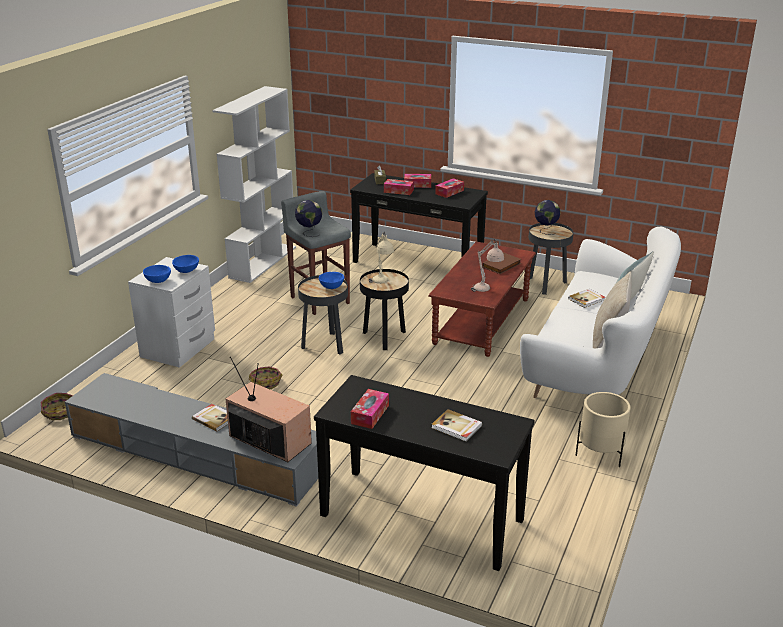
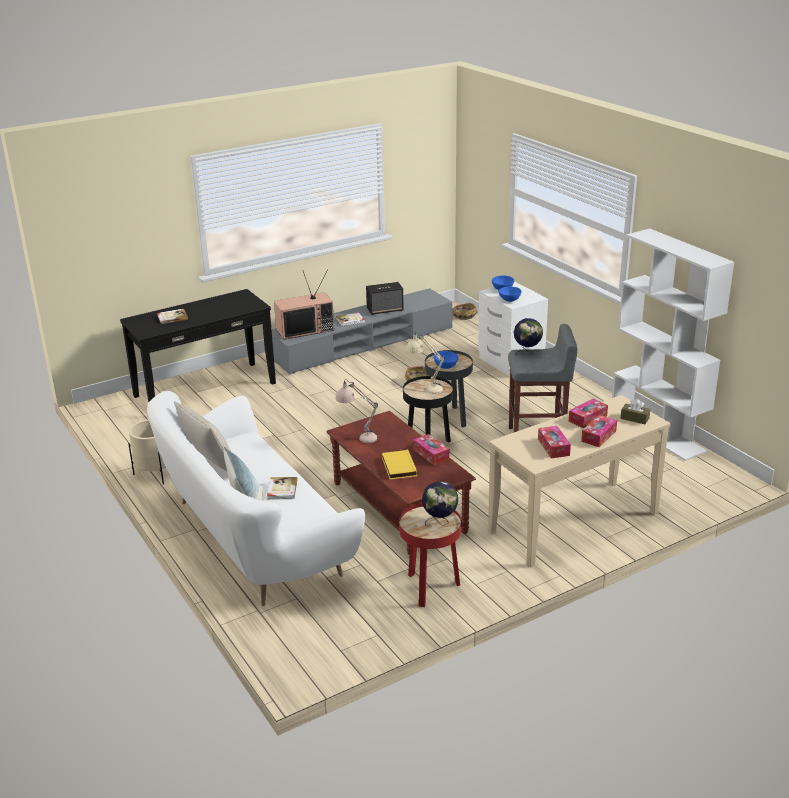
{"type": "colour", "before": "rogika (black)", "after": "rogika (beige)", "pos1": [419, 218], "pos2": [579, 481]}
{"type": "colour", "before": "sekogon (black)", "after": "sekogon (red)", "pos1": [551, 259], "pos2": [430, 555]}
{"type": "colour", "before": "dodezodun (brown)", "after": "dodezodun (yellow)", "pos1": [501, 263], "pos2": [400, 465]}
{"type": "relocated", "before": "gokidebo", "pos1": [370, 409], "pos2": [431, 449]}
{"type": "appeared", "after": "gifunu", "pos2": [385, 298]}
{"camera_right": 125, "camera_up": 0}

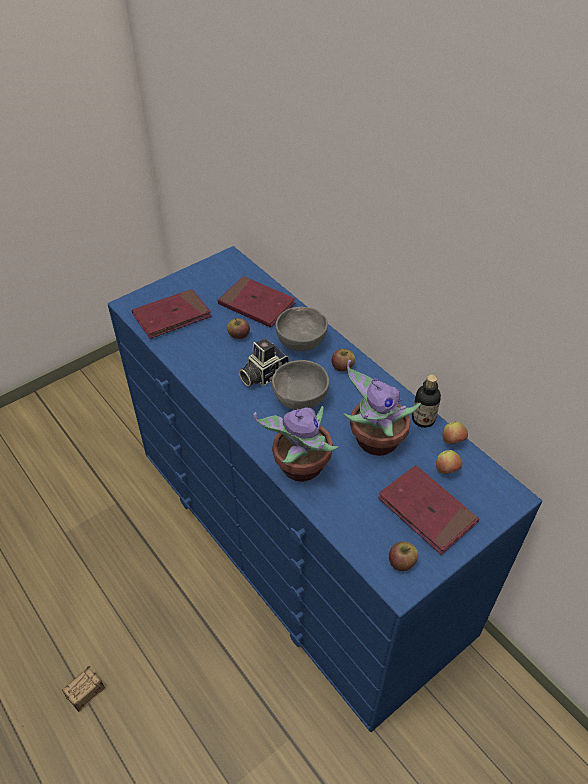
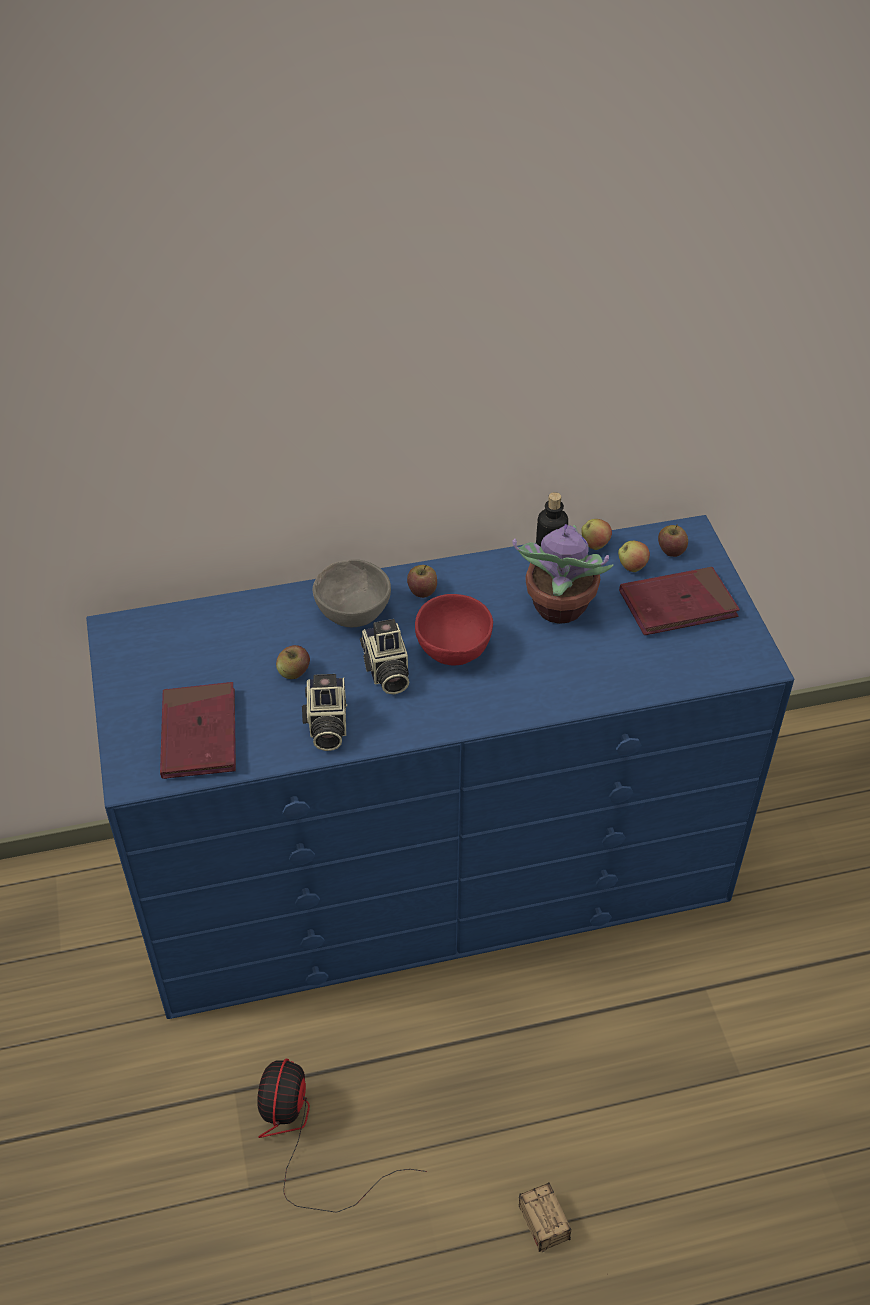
{"type": "missing", "before": "dodezodun (red)", "pos1": [257, 302]}
{"type": "colour", "before": "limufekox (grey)", "after": "limufekox (red)", "pos1": [300, 385], "pos2": [454, 629]}
{"type": "missing", "before": "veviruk", "pos1": [295, 444]}
{"type": "relocated", "before": "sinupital", "pos1": [403, 556], "pos2": [673, 541]}
{"type": "appeared", "after": "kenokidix", "pos2": [324, 712]}
{"type": "appeared", "after": "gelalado", "pos2": [342, 1135]}
{"camera_right": -65, "camera_up": 0}

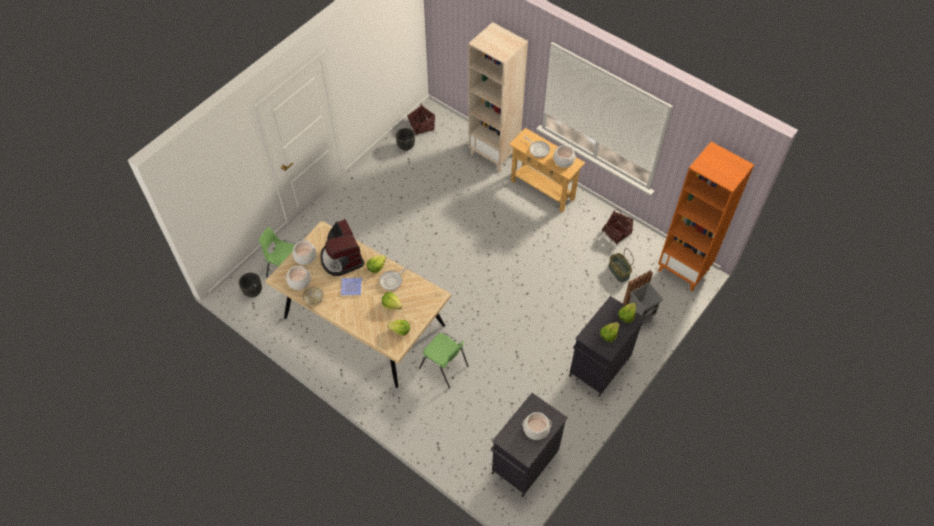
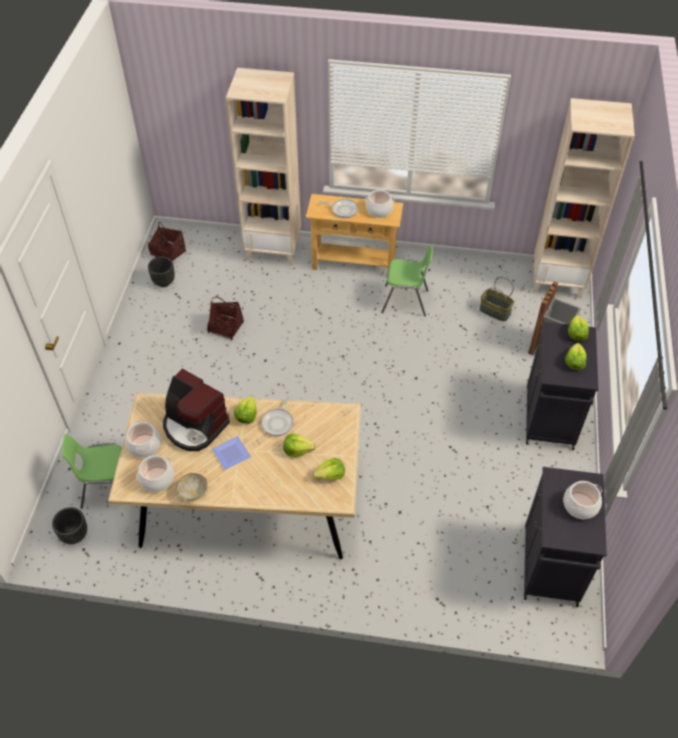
{"type": "colour", "before": "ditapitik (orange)", "after": "ditapitik (beige)", "pos1": [706, 217], "pos2": [583, 198]}
{"type": "relocated", "before": "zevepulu", "pos1": [617, 226], "pos2": [225, 318]}
{"type": "relocated", "before": "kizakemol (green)", "pos1": [444, 361], "pos2": [407, 280]}
{"camera_right": -30, "camera_up": -5}

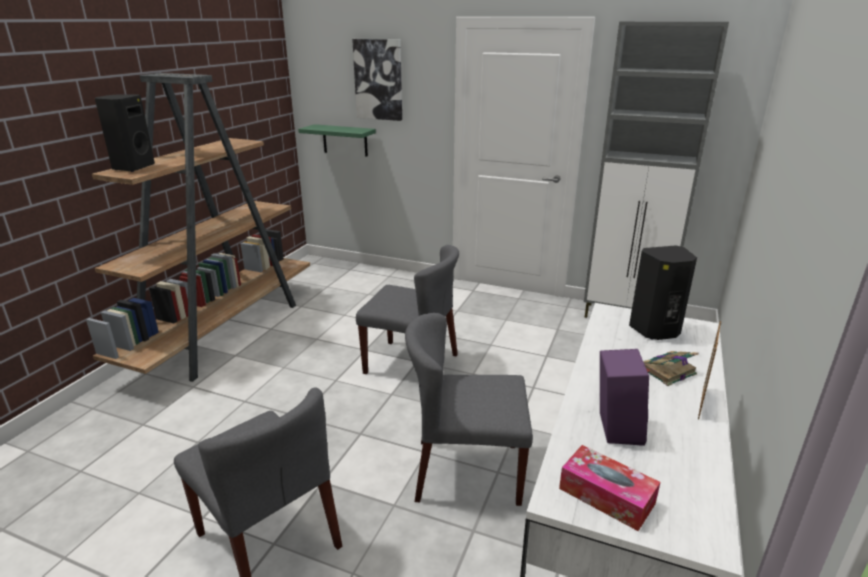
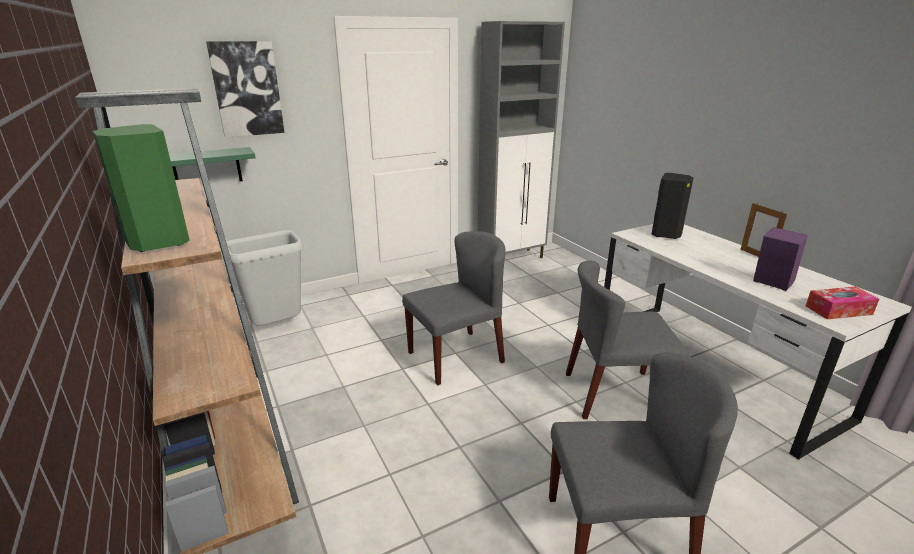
{"type": "colour", "before": "gifunu (black)", "after": "gifunu (green)", "pos1": [125, 133], "pos2": [141, 188]}
{"type": "spun", "before": "kizakemol (grey)", "pos1": [469, 409], "pos2": [627, 339], "turn": 45}
{"type": "missing", "before": "dodezodun", "pos1": [671, 368]}
{"type": "appeared", "after": "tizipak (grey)", "pos2": [265, 278]}
{"camera_right": -50, "camera_up": 0}

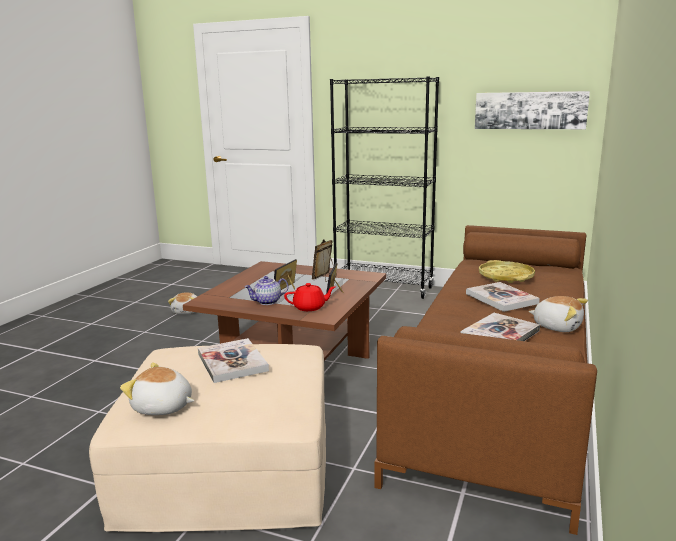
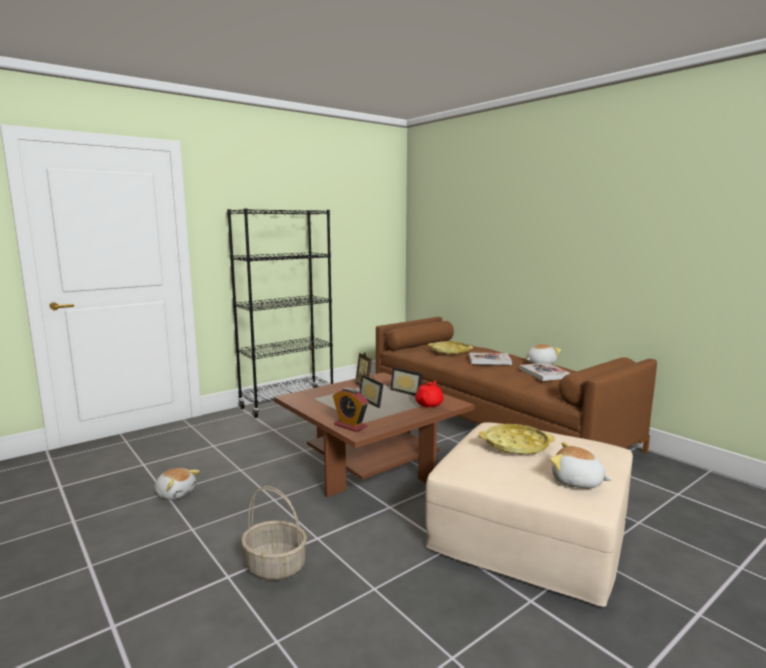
{"type": "missing", "before": "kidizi", "pos1": [532, 110]}
{"type": "missing", "before": "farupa", "pos1": [266, 290]}
{"type": "exchanged", "before": "dodezodun", "after": "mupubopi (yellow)", "pos1": [233, 360], "pos2": [516, 439]}
{"type": "spun", "before": "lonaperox", "pos1": [157, 389], "pos2": [581, 465], "turn": 75}
{"type": "appeared", "after": "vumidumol", "pos2": [350, 410]}
{"type": "appeared", "after": "zevepulu", "pos2": [274, 533]}
{"camera_right": -60, "camera_up": -5}

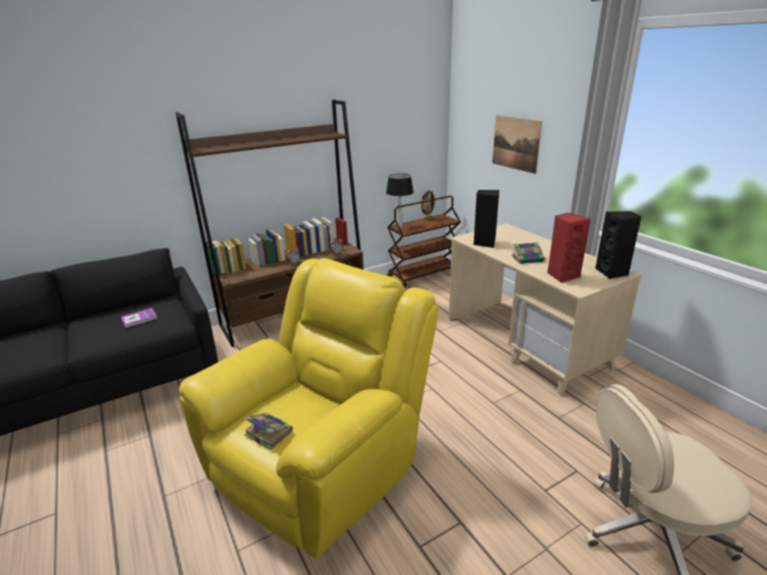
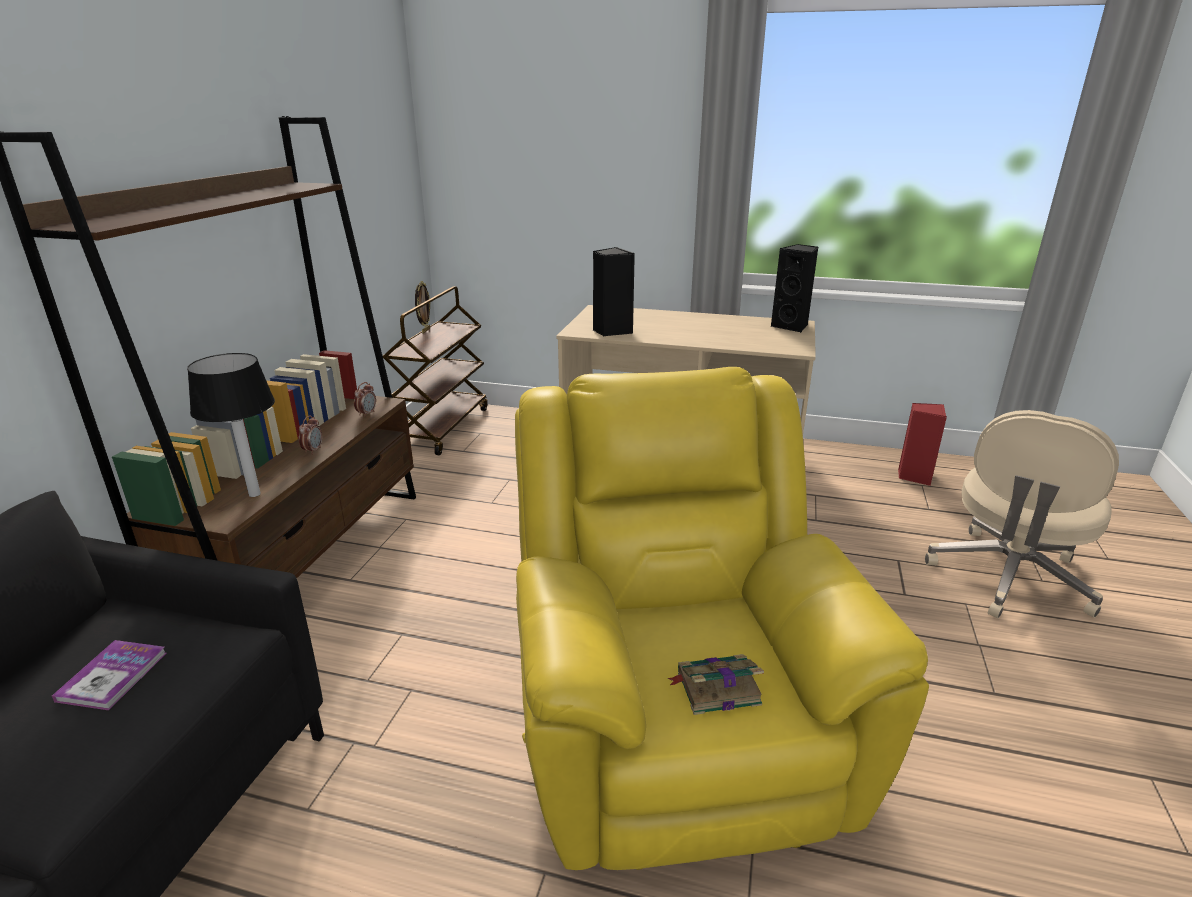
{"type": "missing", "before": "kidizi", "pos1": [517, 144]}
{"type": "relocated", "before": "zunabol", "pos1": [400, 200], "pos2": [231, 425]}
{"type": "relocated", "before": "gifunu (red)", "pos1": [568, 248], "pos2": [922, 444]}
{"type": "missing", "before": "dodezodun", "pos1": [529, 253]}
{"camera_right": -45, "camera_up": 0}

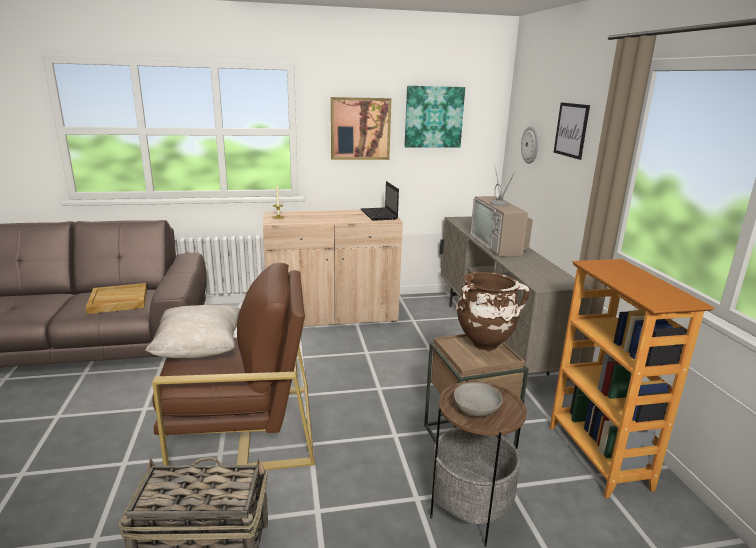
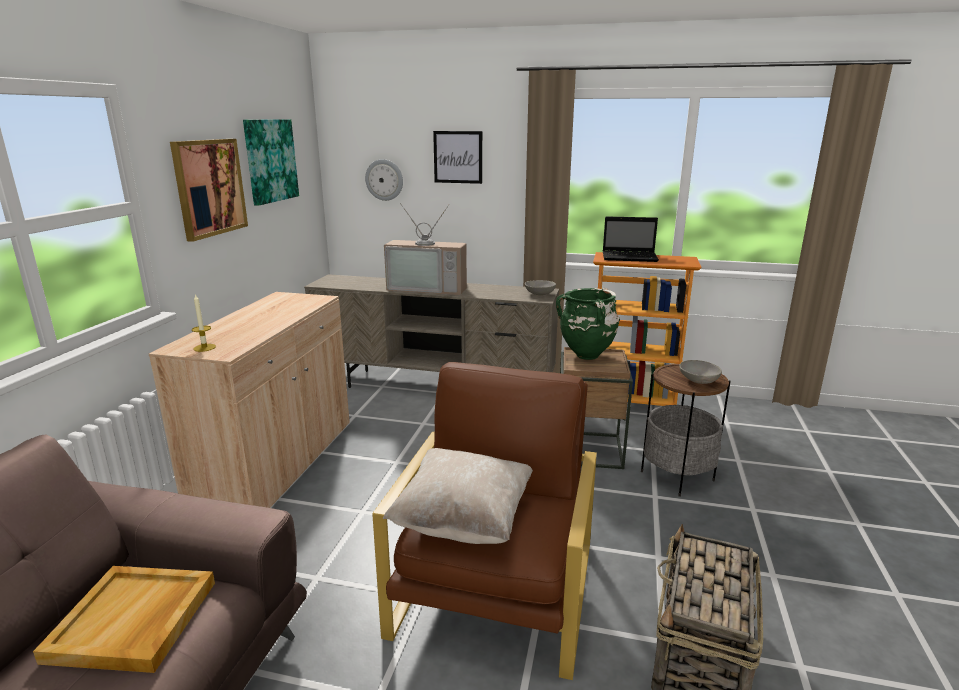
{"type": "relocated", "before": "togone", "pos1": [380, 201], "pos2": [631, 239]}
{"type": "colour", "before": "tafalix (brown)", "after": "tafalix (green)", "pos1": [492, 311], "pos2": [588, 324]}
{"type": "appeared", "after": "limufekox (grey)", "pos2": [540, 287]}
{"camera_right": -65, "camera_up": 0}

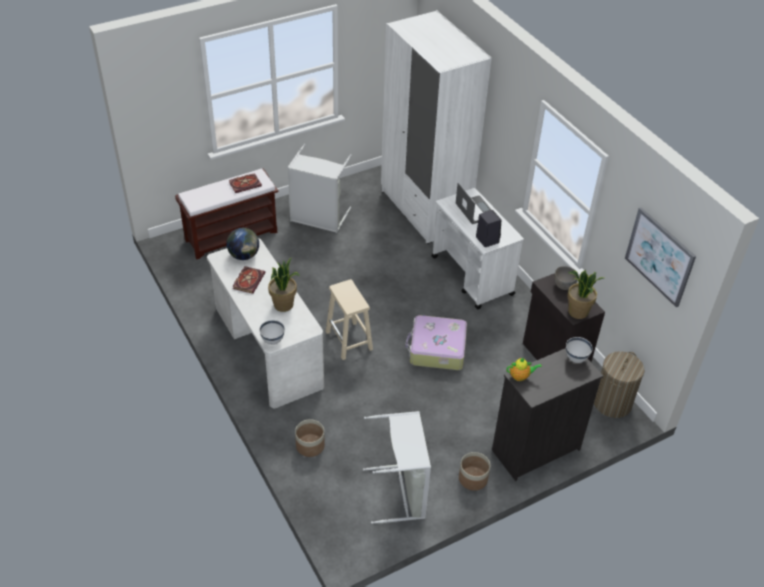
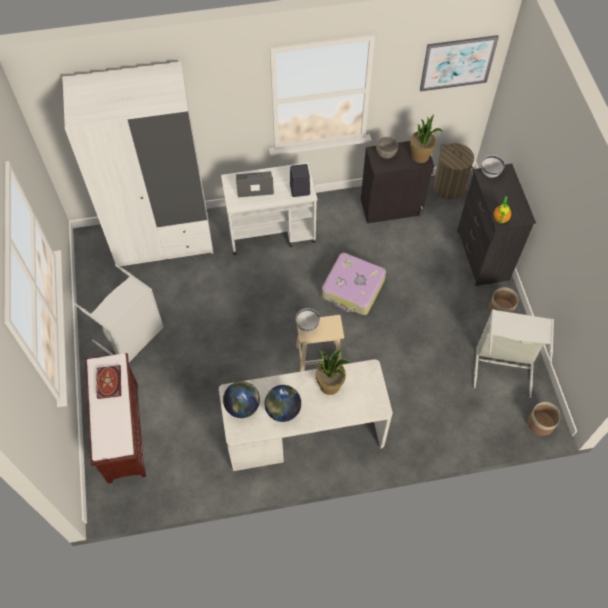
{"type": "exchanged", "before": "dodezodun", "after": "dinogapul", "pos1": [248, 280], "pos2": [282, 403]}
{"type": "relocated", "before": "limufekox (white)", "pos1": [272, 332], "pos2": [308, 320]}
{"type": "relocated", "before": "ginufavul", "pos1": [310, 438], "pos2": [544, 419]}
{"camera_right": -70, "camera_up": 15}

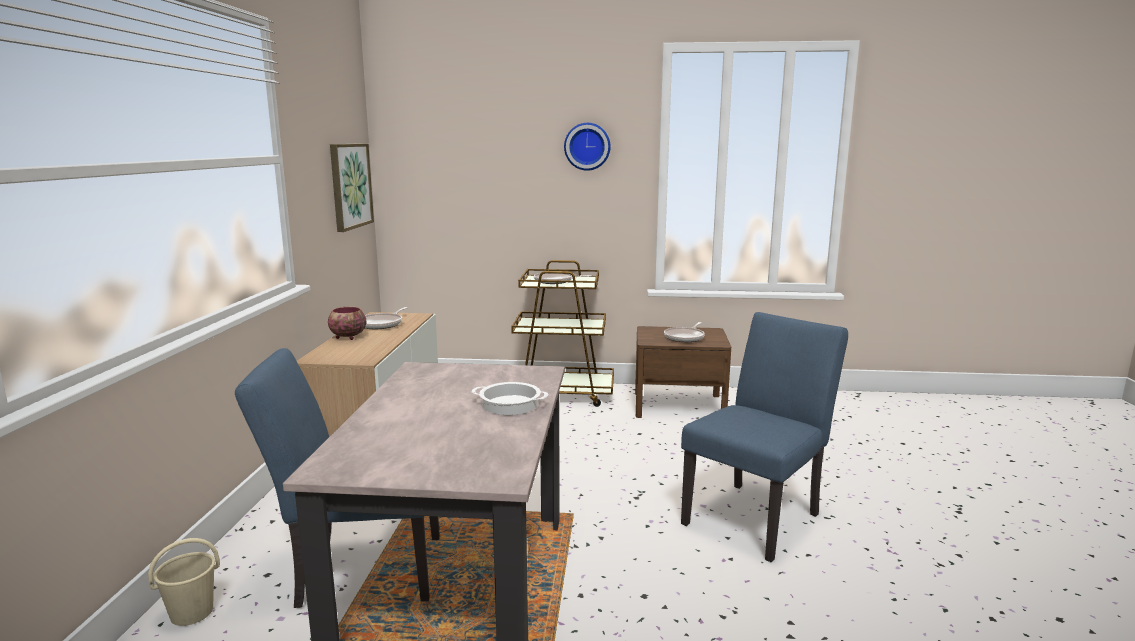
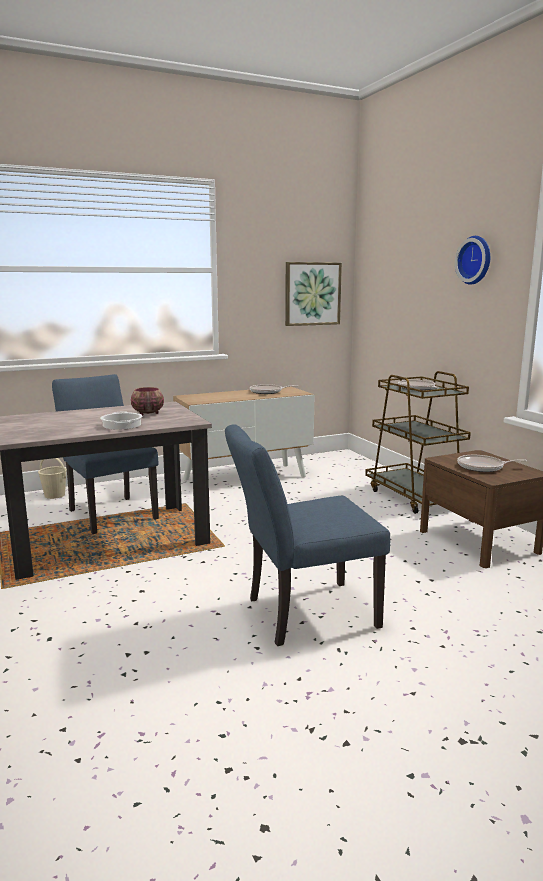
{"type": "relocated", "before": "limufekox", "pos1": [347, 323], "pos2": [147, 401]}
{"type": "spun", "before": "kizakemol (blue)", "pos1": [764, 437], "pos2": [307, 535], "turn": 150}
{"camera_right": 60, "camera_up": 0}

